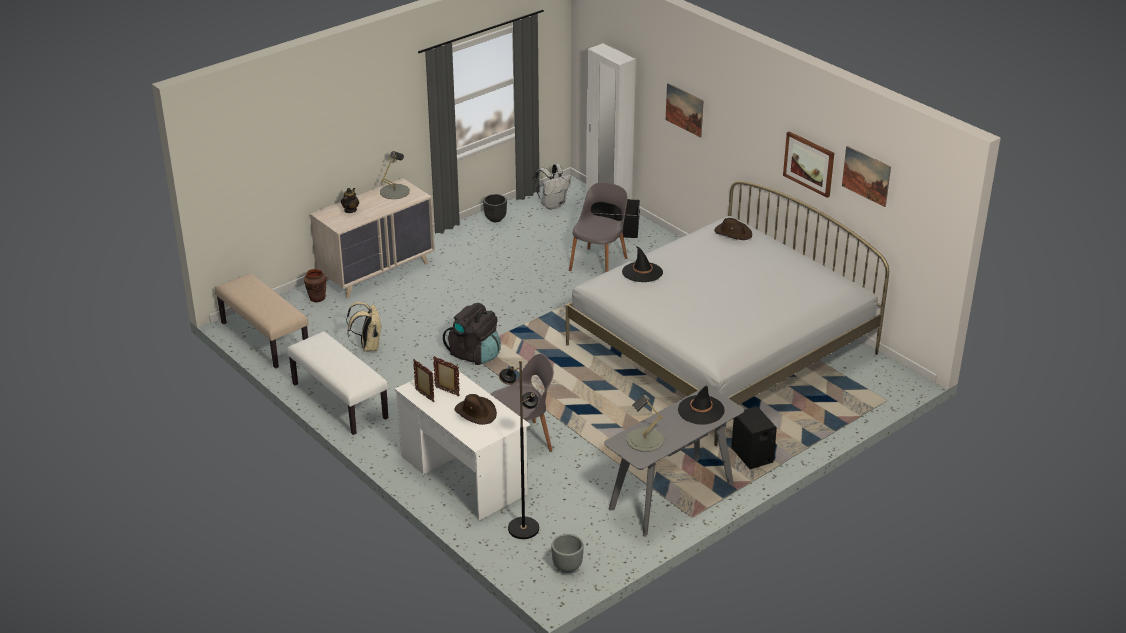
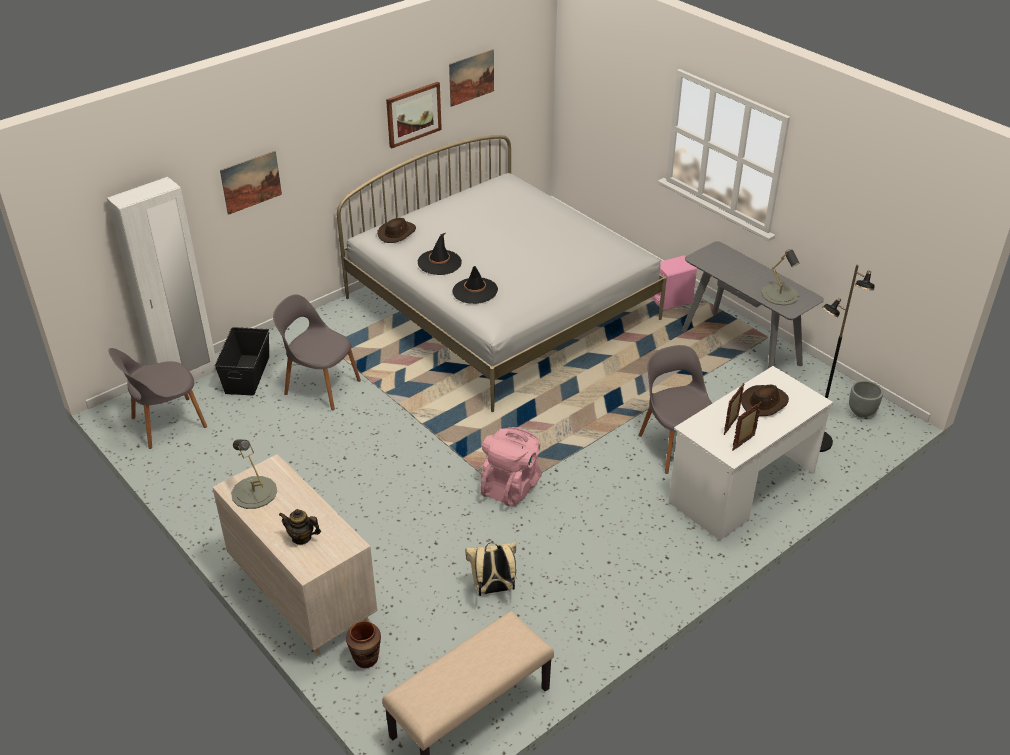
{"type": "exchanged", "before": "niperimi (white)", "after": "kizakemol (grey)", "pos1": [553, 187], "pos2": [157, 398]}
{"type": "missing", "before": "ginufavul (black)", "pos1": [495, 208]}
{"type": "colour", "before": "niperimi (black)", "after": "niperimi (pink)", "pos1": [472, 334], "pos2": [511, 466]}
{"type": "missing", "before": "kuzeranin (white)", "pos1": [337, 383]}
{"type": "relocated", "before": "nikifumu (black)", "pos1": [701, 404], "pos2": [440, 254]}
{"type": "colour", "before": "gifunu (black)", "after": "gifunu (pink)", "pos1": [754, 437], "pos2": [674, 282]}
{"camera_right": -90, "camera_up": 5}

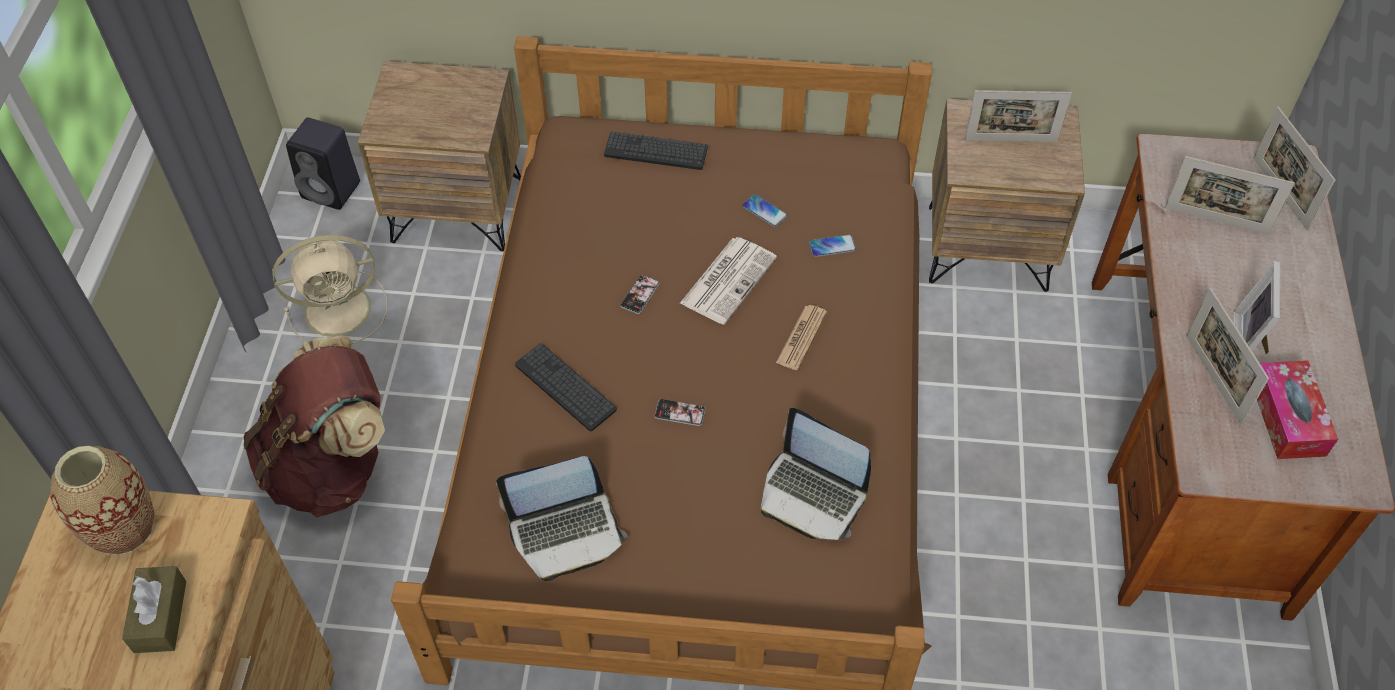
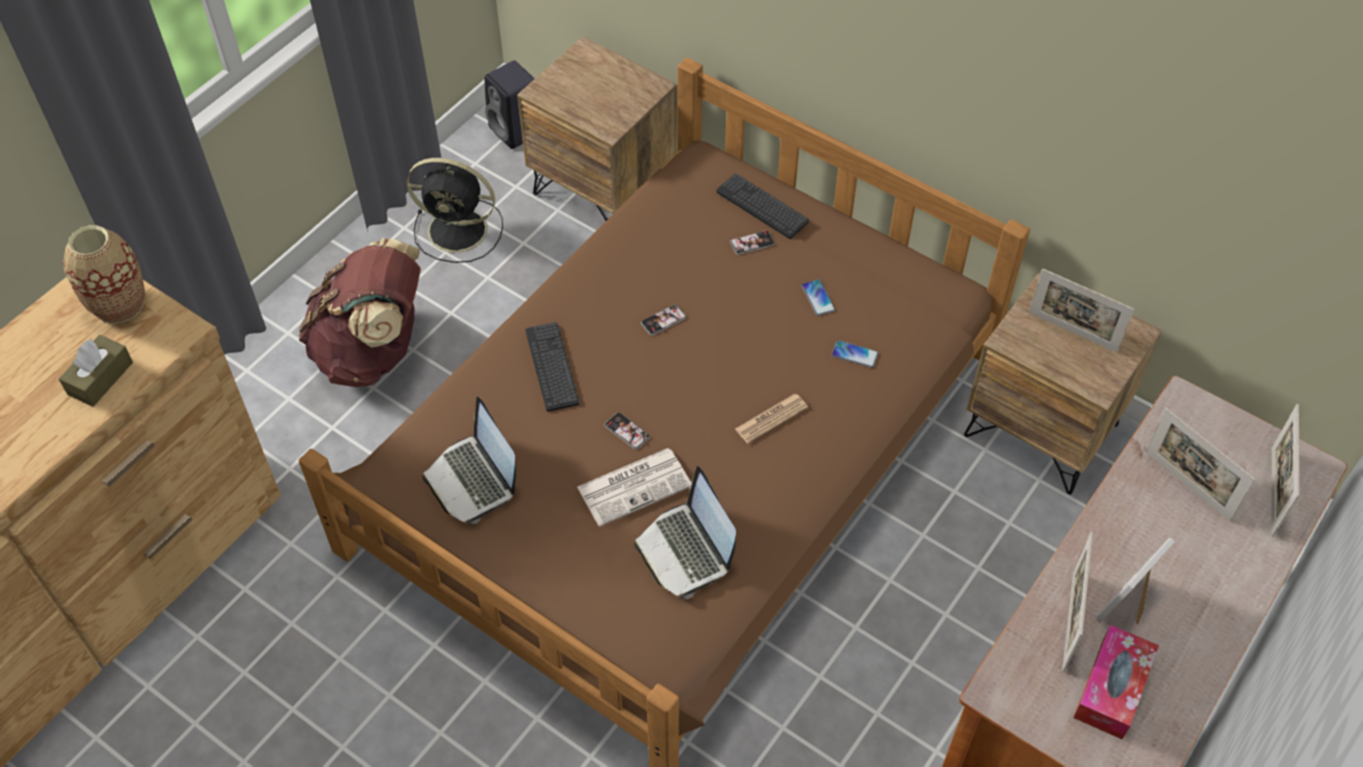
{"type": "colour", "before": "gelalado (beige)", "after": "gelalado (black)", "pos1": [329, 289], "pos2": [455, 210]}
{"type": "relocated", "before": "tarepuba", "pos1": [728, 281], "pos2": [634, 487]}
{"type": "spun", "before": "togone", "pos1": [561, 518], "pos2": [469, 460], "turn": 45}
{"type": "appeared", "after": "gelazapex", "pos2": [752, 242]}
{"camera_right": 30, "camera_up": 0}

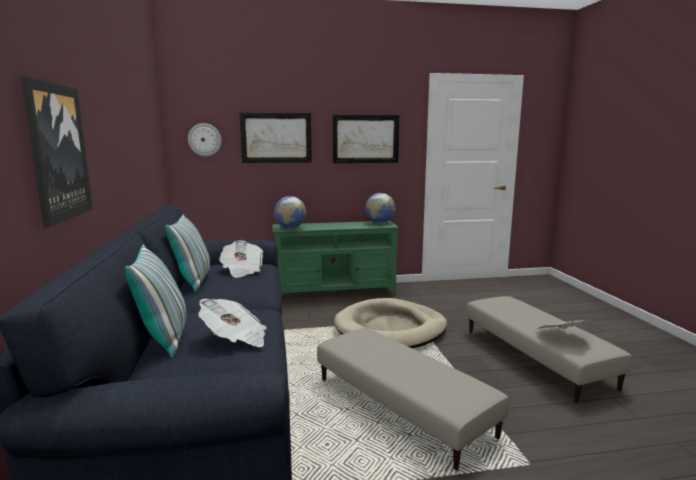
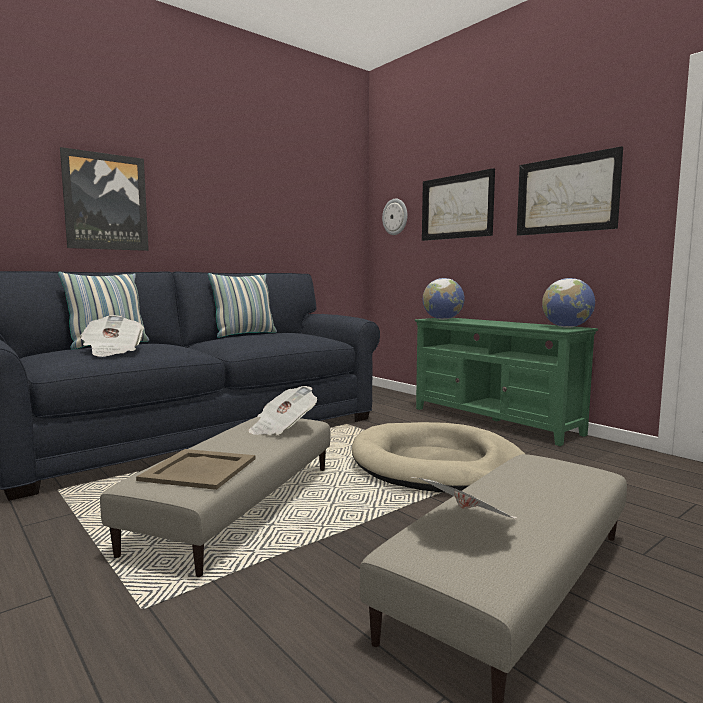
{"type": "relocated", "before": "tarepuba", "pos1": [241, 259], "pos2": [282, 410]}
{"type": "appeared", "after": "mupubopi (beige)", "pos2": [195, 469]}
{"camera_right": 60, "camera_up": -5}

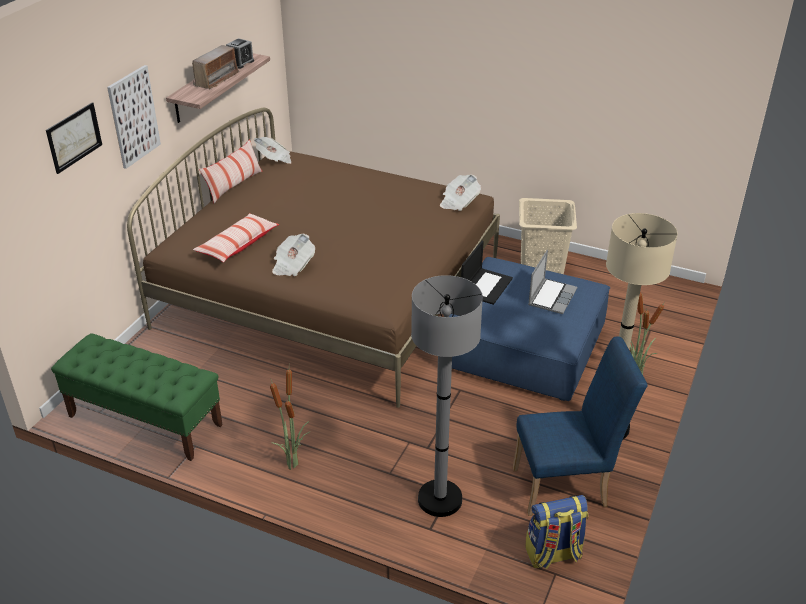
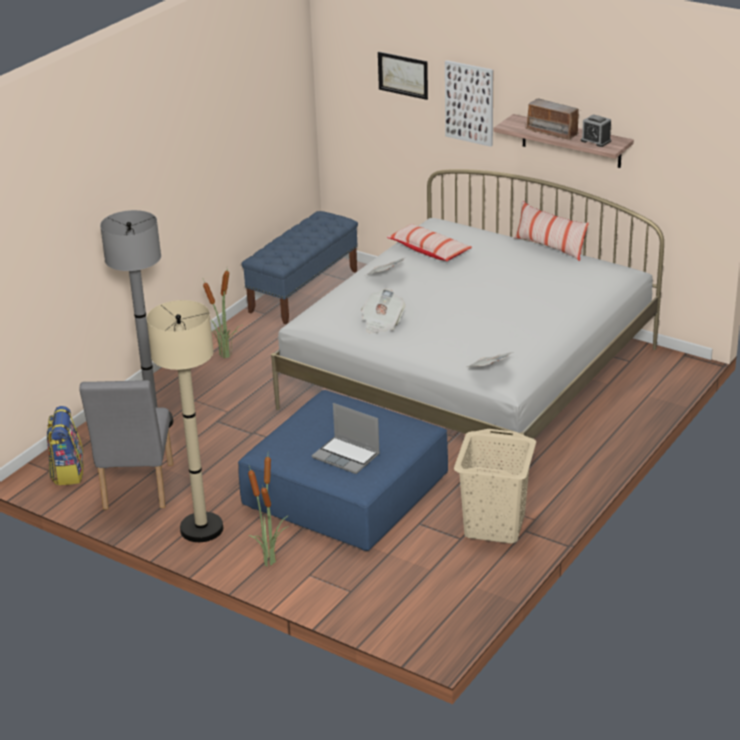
{"type": "colour", "before": "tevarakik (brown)", "after": "tevarakik (white)", "pos1": [313, 258], "pos2": [467, 318]}
{"type": "relocated", "before": "tarepuba", "pos1": [272, 150], "pos2": [383, 311]}
{"type": "missing", "before": "togone", "pos1": [487, 273]}
{"type": "colour", "before": "kuzeranin (green)", "after": "kuzeranin (blue)", "pos1": [137, 397], "pos2": [299, 267]}
{"type": "colour", "before": "kizakemol (blue)", "after": "kizakemol (grey)", "pos1": [580, 426], "pos2": [126, 444]}
{"camera_right": 100, "camera_up": -5}

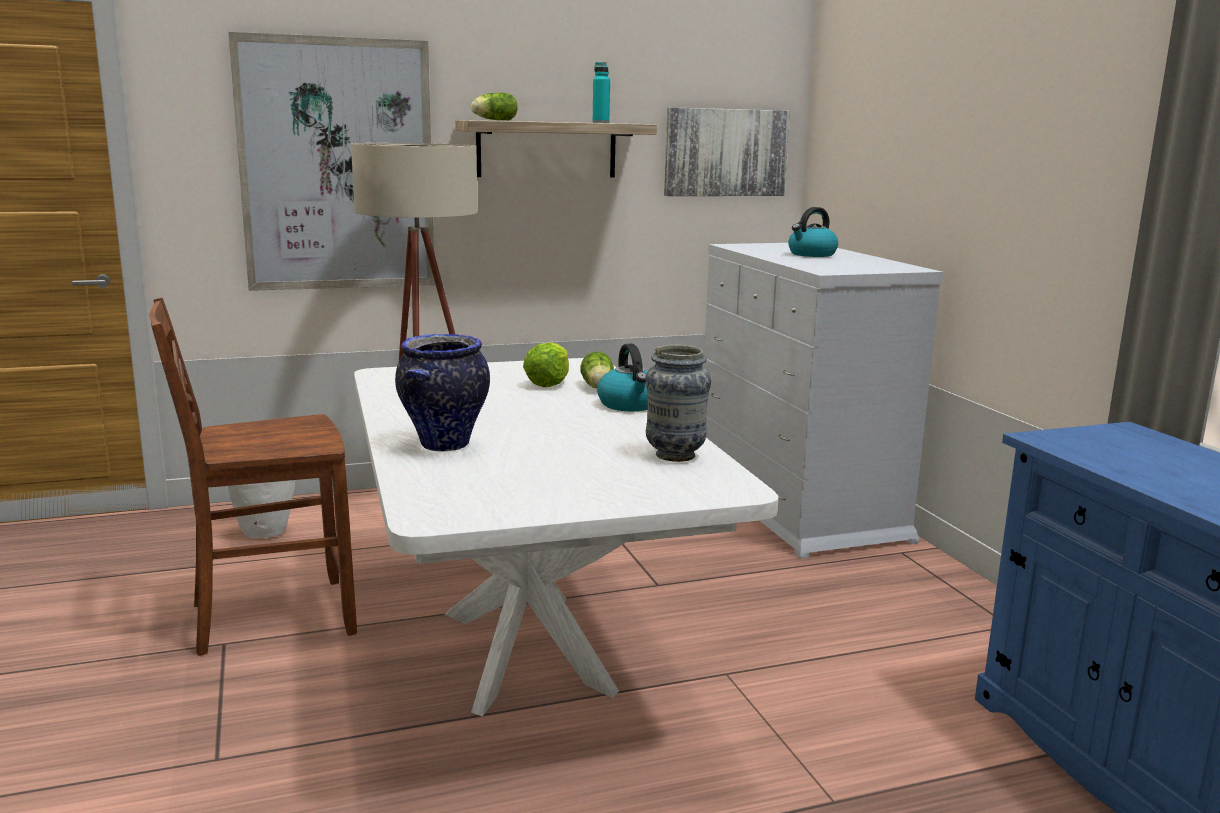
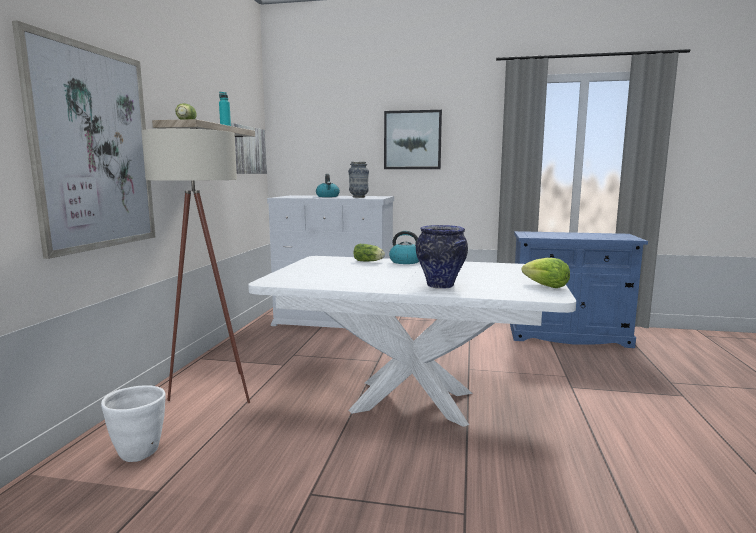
{"type": "missing", "before": "kizakemol (brown)", "pos1": [253, 477]}
{"type": "relocated", "before": "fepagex", "pos1": [546, 364], "pos2": [545, 273]}
{"type": "relocated", "before": "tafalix", "pos1": [678, 403], "pos2": [358, 180]}
{"type": "appeared", "after": "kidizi", "pos2": [413, 139]}
{"camera_right": -60, "camera_up": -5}

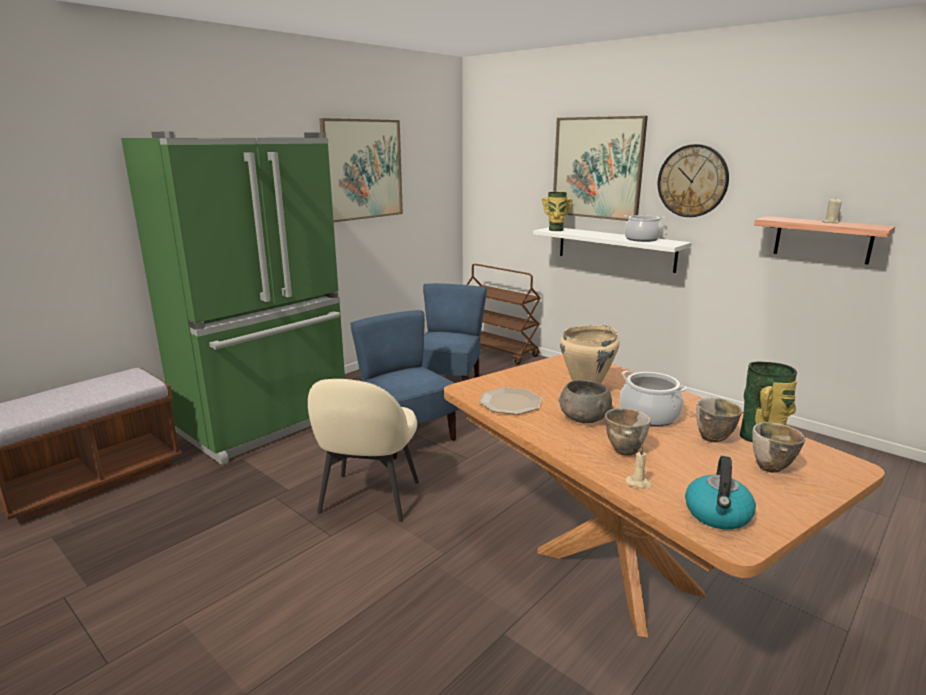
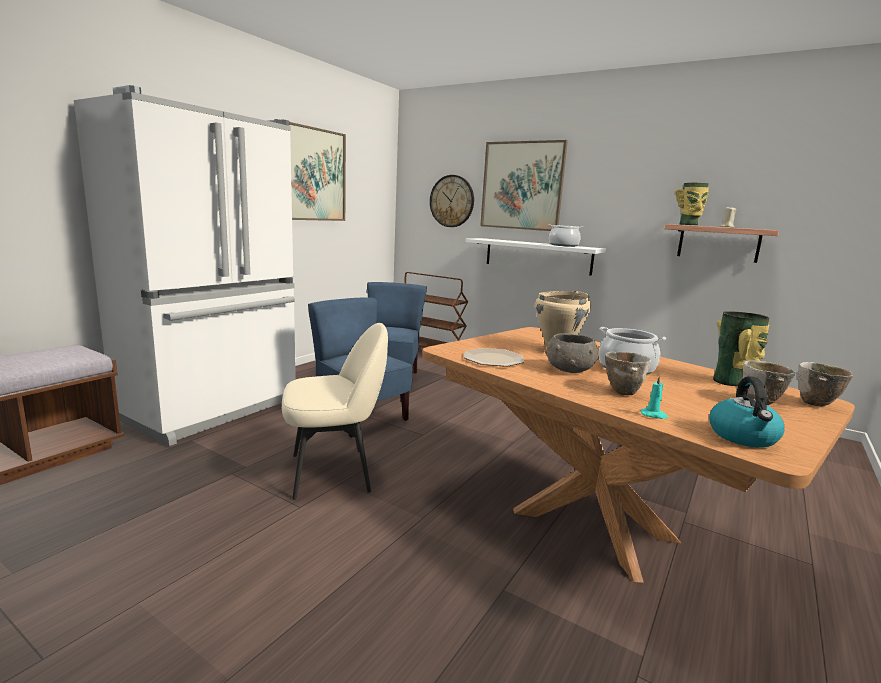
{"type": "colour", "before": "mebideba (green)", "after": "mebideba (white)", "pos1": [233, 298], "pos2": [185, 265]}
{"type": "relocated", "before": "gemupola", "pos1": [693, 180], "pos2": [452, 201]}
{"type": "relocated", "before": "tafalix", "pos1": [557, 211], "pos2": [692, 204]}
{"type": "spun", "before": "kizakemol (beige)", "pos1": [363, 450], "pos2": [335, 411], "turn": -105}
{"type": "relocated", "before": "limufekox", "pos1": [719, 420], "pos2": [825, 384]}
{"type": "colour", "before": "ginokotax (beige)", "after": "ginokotax (turquoise)", "pos1": [639, 467], "pos2": [654, 397]}
{"camera_right": -10, "camera_up": -5}

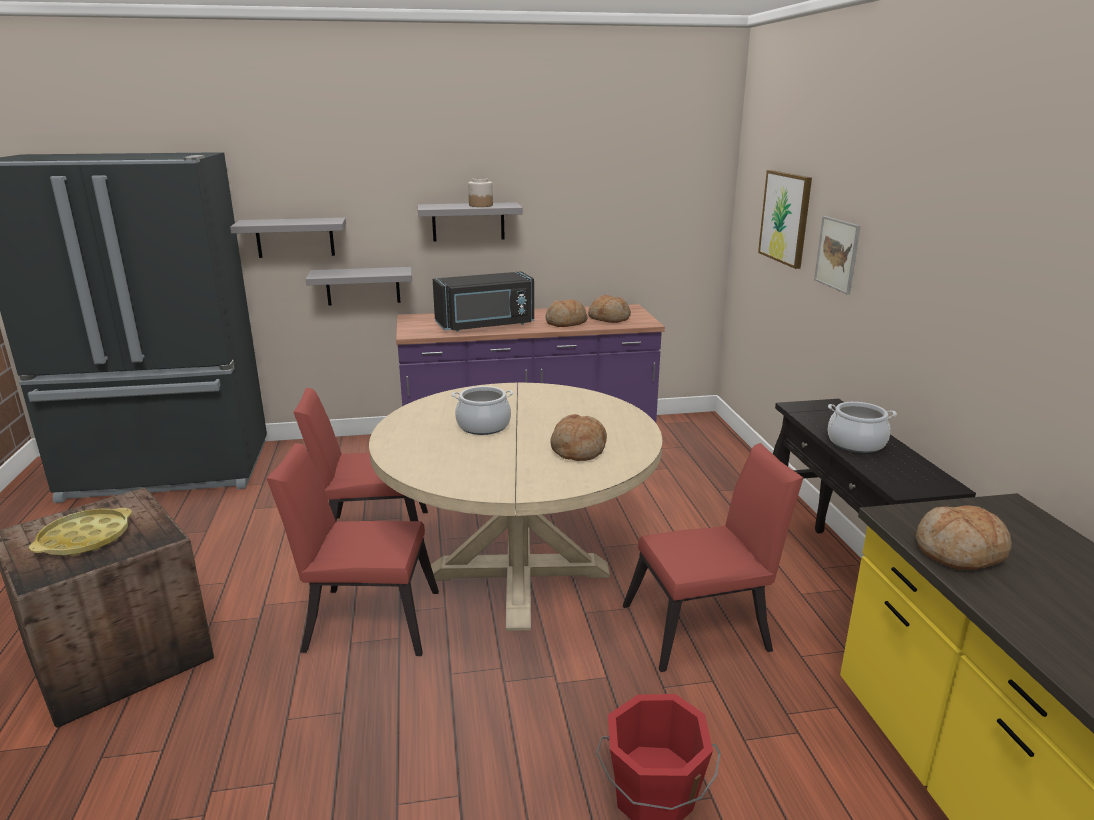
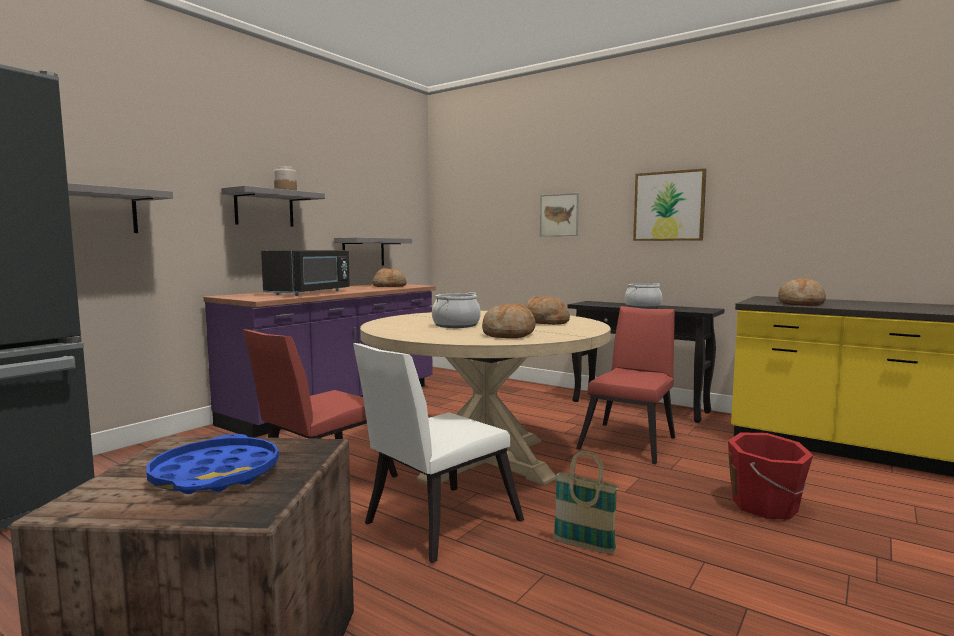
{"type": "relocated", "before": "kidizi", "pos1": [785, 219], "pos2": [669, 204]}
{"type": "relocated", "before": "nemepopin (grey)", "pos1": [359, 286], "pos2": [373, 251]}
{"type": "relocated", "before": "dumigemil", "pos1": [567, 313], "pos2": [508, 321]}
{"type": "colour", "before": "kizakemol (red)", "after": "kizakemol (white)", "pos1": [353, 549], "pos2": [438, 453]}
{"type": "colour", "before": "mupubopi (yellow)", "after": "mupubopi (blue)", "pos1": [80, 532], "pos2": [213, 464]}
{"type": "appeared", "after": "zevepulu", "pos2": [586, 502]}
{"camera_right": -45, "camera_up": -15}

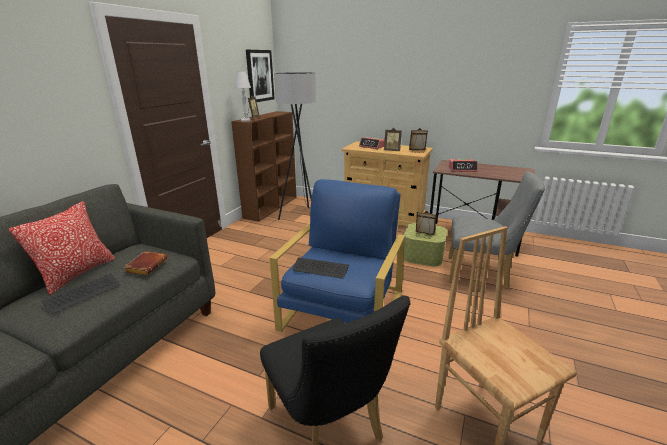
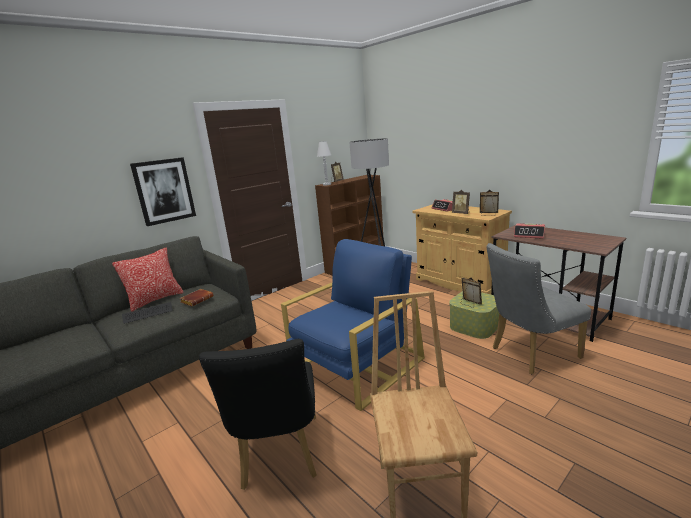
{"type": "relocated", "before": "kidizi", "pos1": [260, 76], "pos2": [163, 191]}
{"type": "spun", "before": "kizakemol (grey)", "pos1": [496, 230], "pos2": [538, 308], "turn": 120}
{"type": "missing", "before": "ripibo", "pos1": [320, 268]}
{"camera_right": 25, "camera_up": -5}

